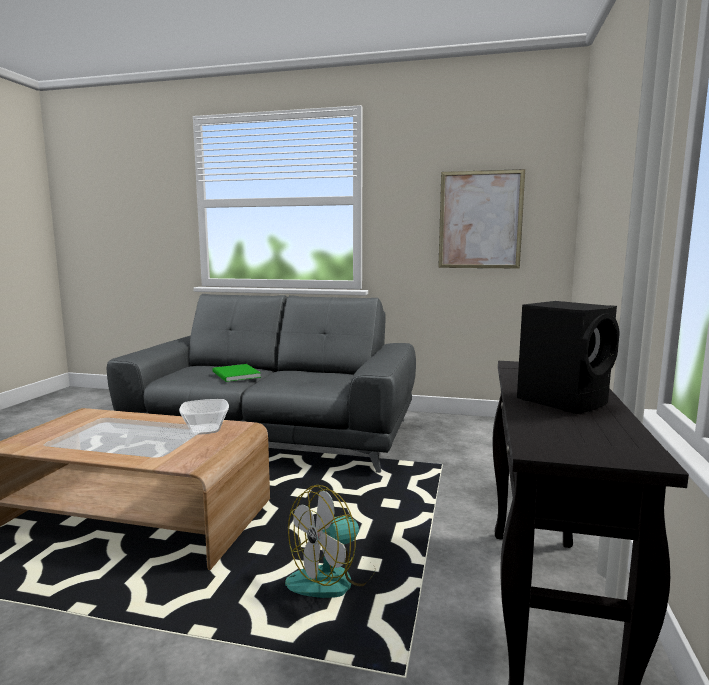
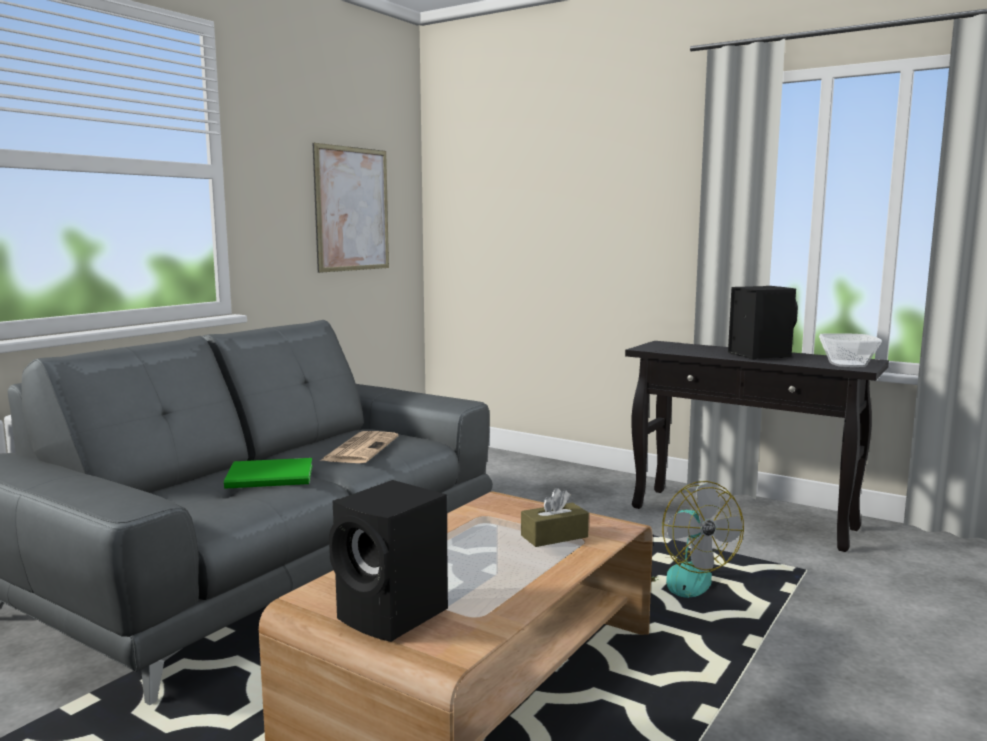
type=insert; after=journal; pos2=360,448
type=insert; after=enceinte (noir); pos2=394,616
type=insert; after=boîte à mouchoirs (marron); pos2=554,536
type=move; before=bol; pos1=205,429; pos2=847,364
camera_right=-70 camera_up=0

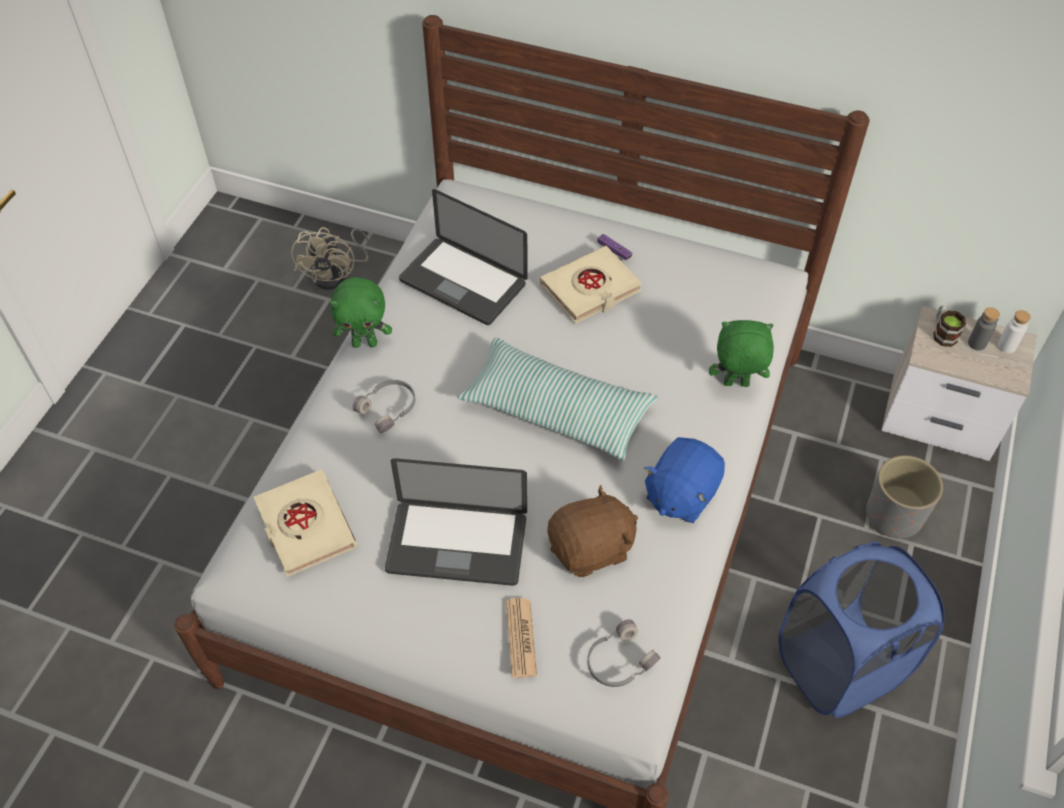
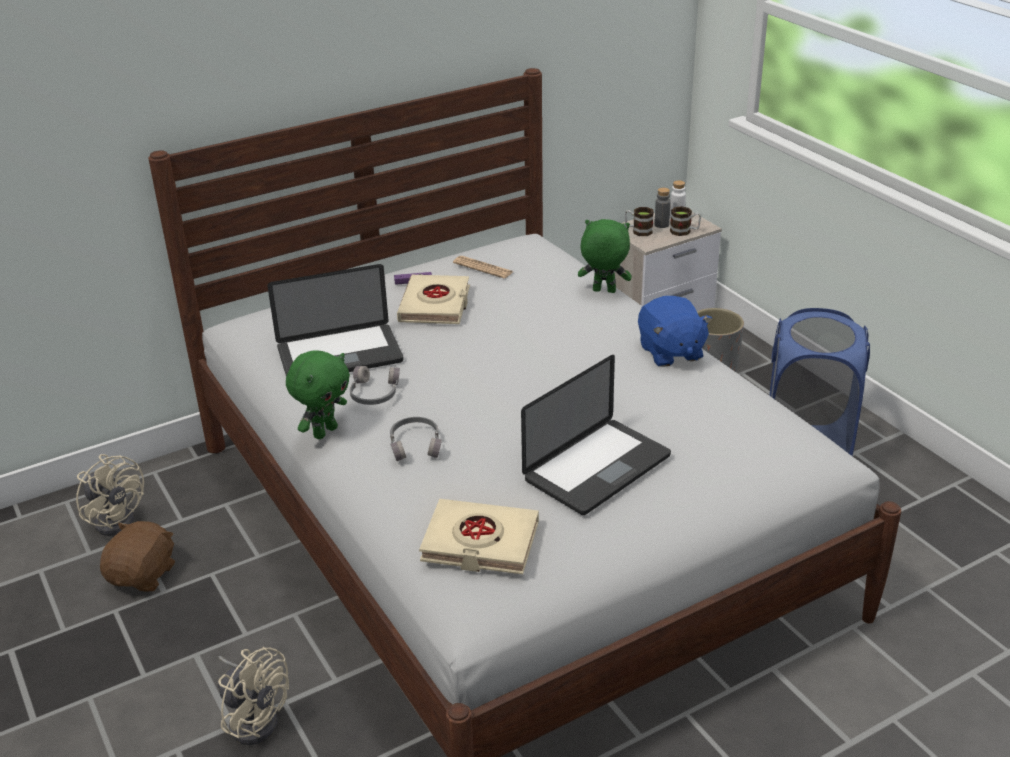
type=delete; before=coussin; pos1=556,409
type=insert; after=ventilateur (beige); pos2=254,717
type=insert; after=mug; pos2=684,231
type=move; before=journal; pos1=521,638; pos2=483,268
type=move; before=peluche (marron); pos1=591,549; pos2=144,575
type=move; before=casque audio (gris); pos1=618,660; pos2=374,394
type=rotate; before=peluche (vert); pos1=735,385; pos2=603,291; turn=60
camera_right=-50 camera_up=-20

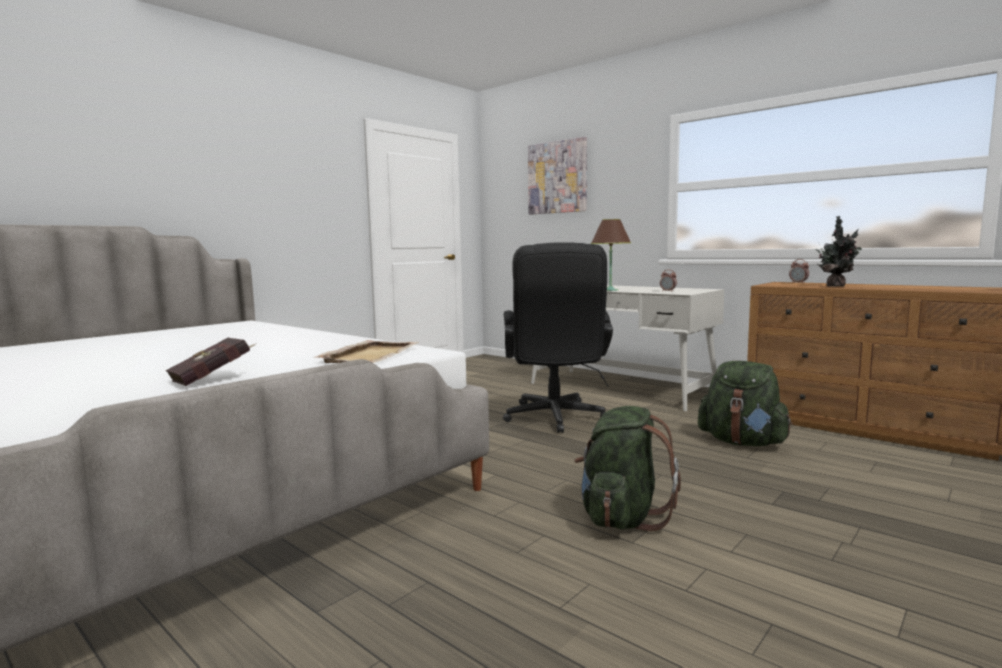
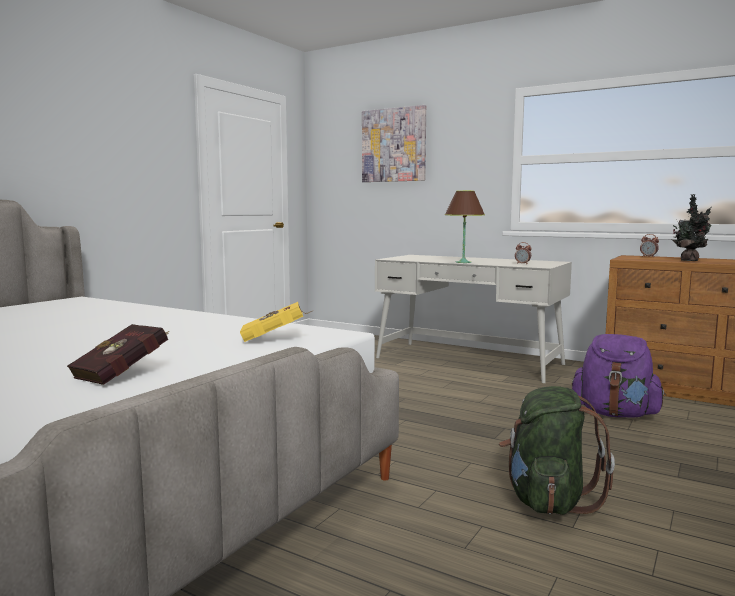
type=delete; before=chaise de bureau (noir); pos1=555,419
type=replace; before=plateau (beige); after=livre (jaune); pos1=371,355; pos2=276,339
type=recolor; before=sac à dos (vert); after=sac à dos (violet); pos1=742,442; pos2=615,414
camera_right=-10 camera_up=0

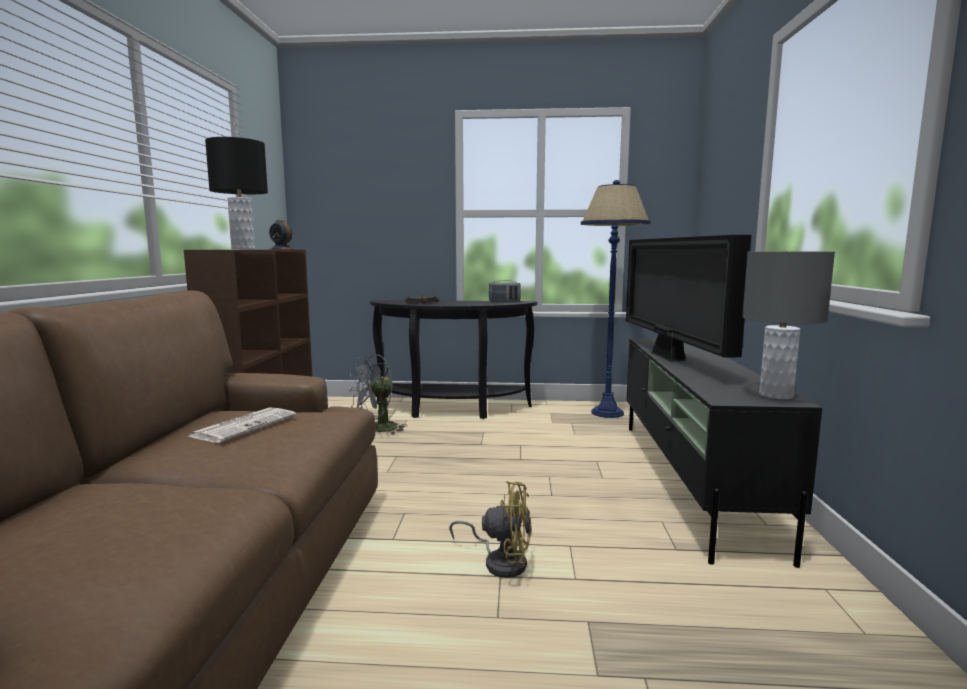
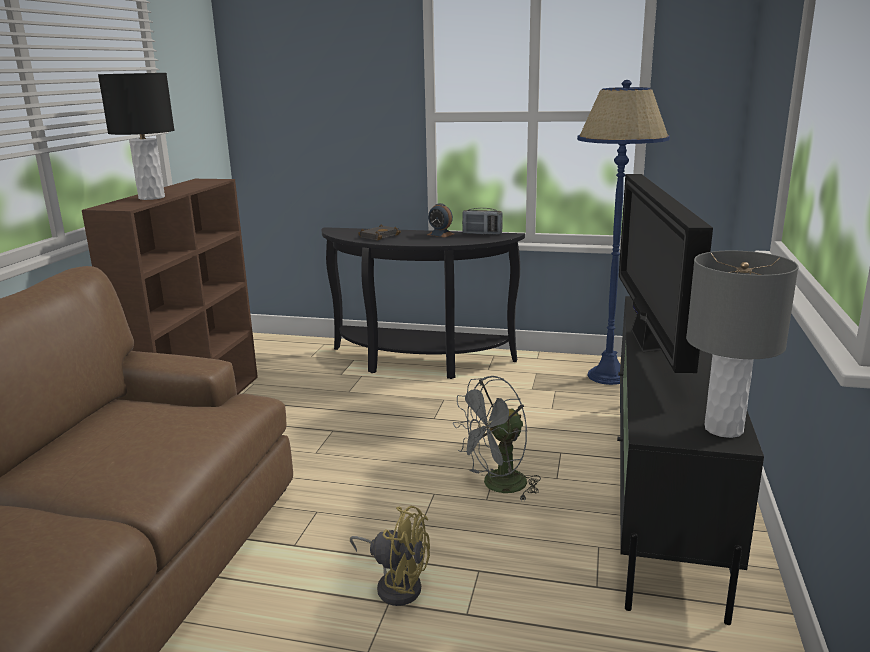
type=delete; before=journal; pos1=245,426
type=move; before=réveil; pos1=281,249; pos2=440,234
type=move; before=ventilateur (gris); pos1=377,430; pos2=497,486
camera_right=10 camera_up=10

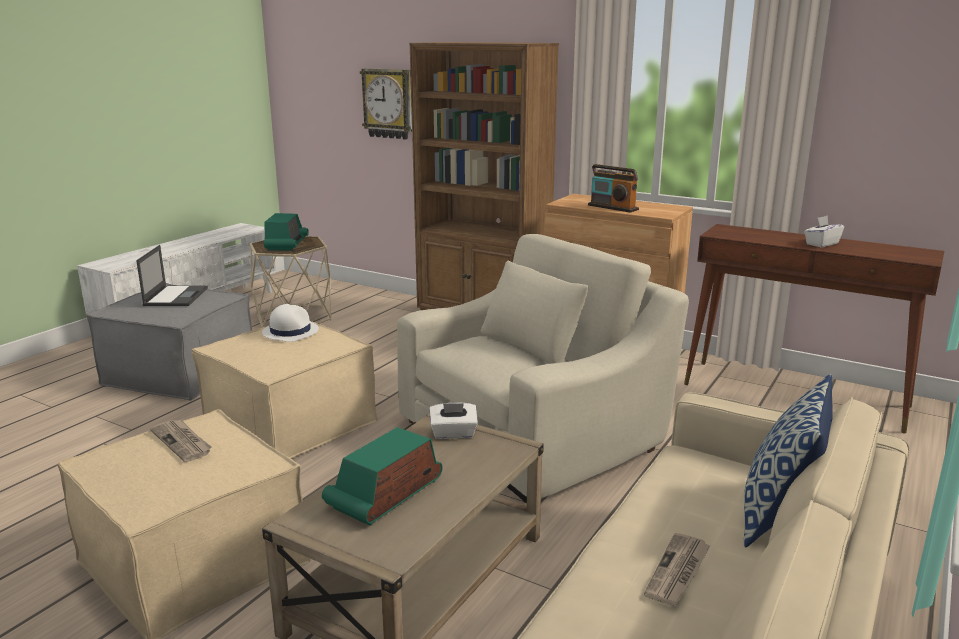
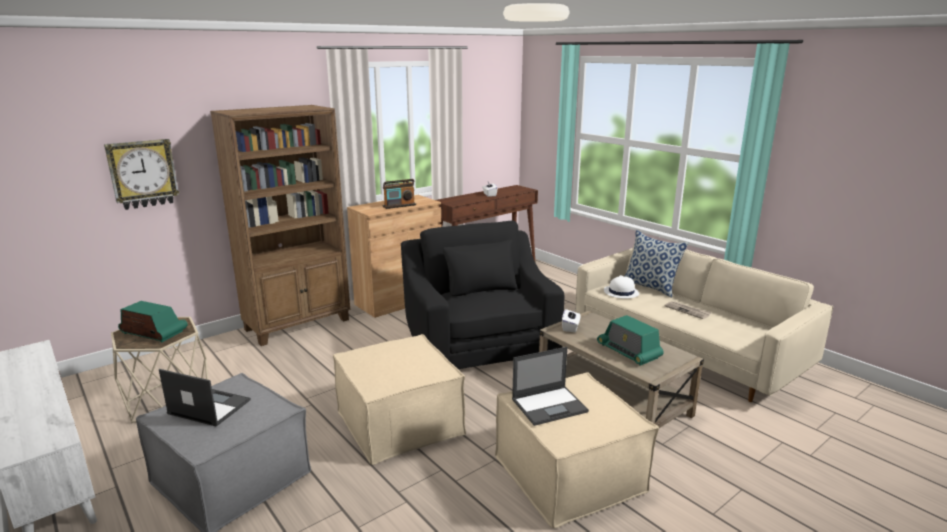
type=move; before=chapeau (blanc); pos1=290,331; pos2=621,292
type=replace; before=journal; after=ordinateur portable; pos1=182,442; pos2=550,405
type=recolor; before=fauteuil (beige); after=fauteuil (noir); pos1=533,433; pos2=479,341
camera_right=-70 camera_up=0

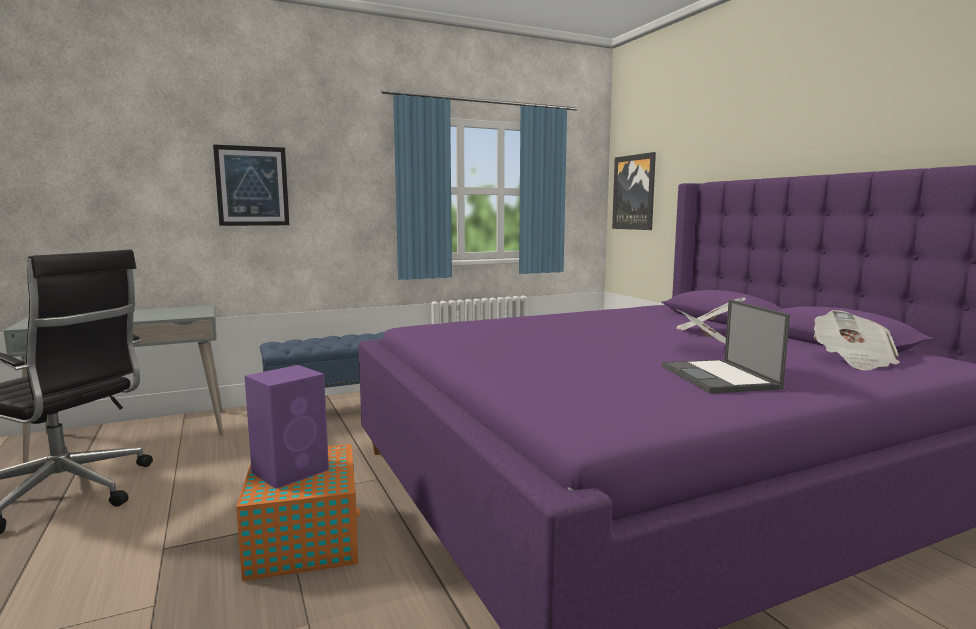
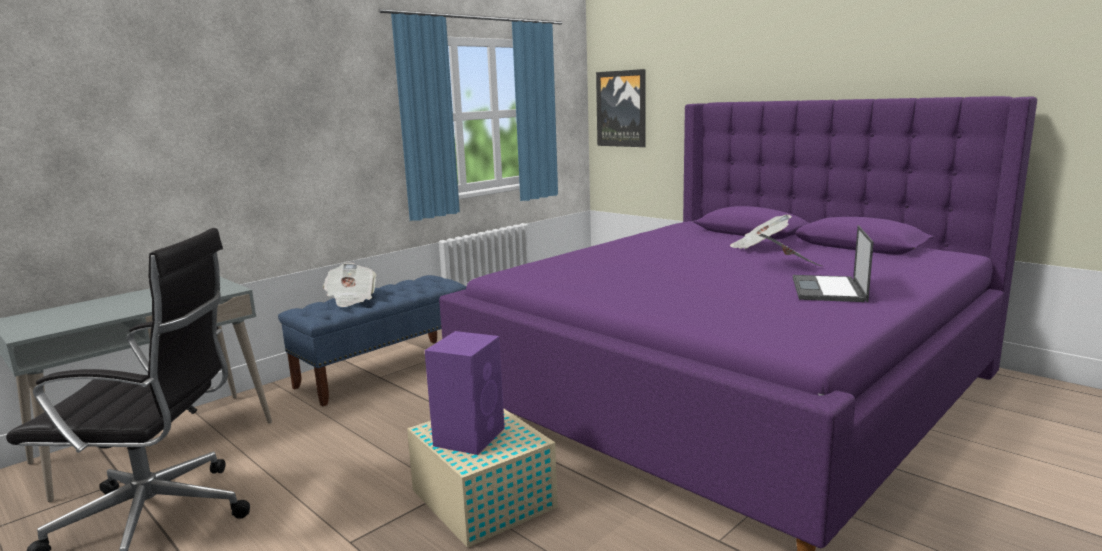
type=delete; before=tableau; pos1=252,186
type=move; before=journal; pos1=852,360; pos2=351,299
type=recolor; before=boîte de rangement (orange); after=boîte de rangement (beige); pos1=305,537; pos2=482,498
type=rotate; before=ordinateur portable; pos1=719,377; pos2=828,290; turn=45
camera_right=-20 camera_up=5

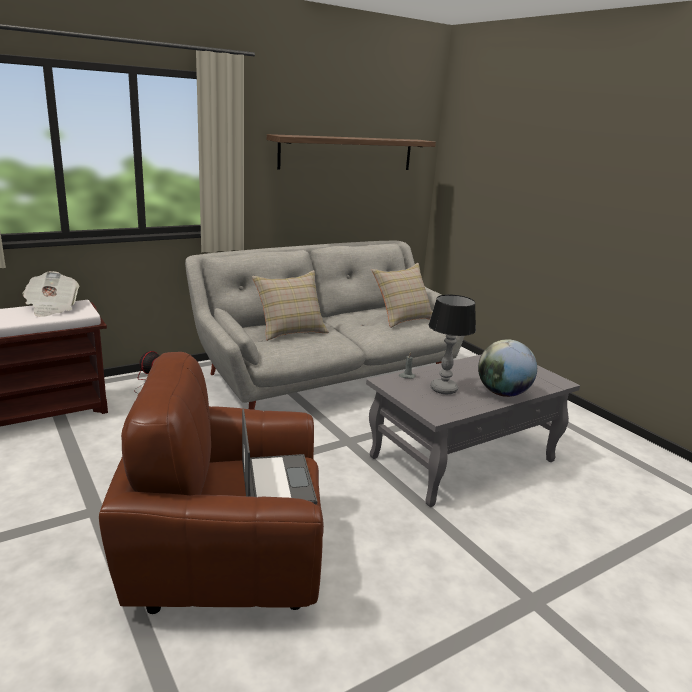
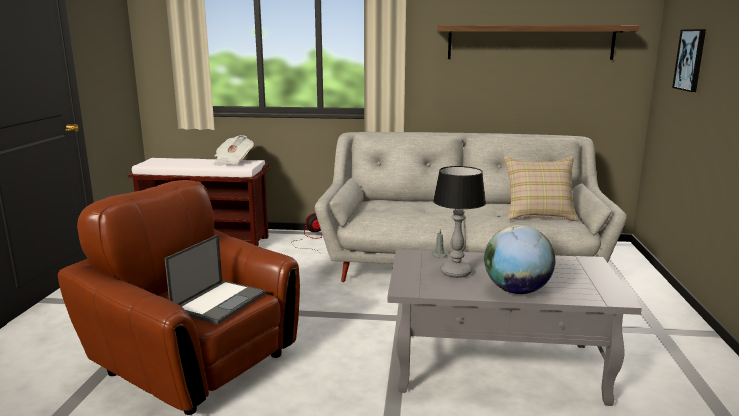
type=delete; before=coussin (beige); pos1=290,331
type=insert; after=tableau; pos2=690,60
camera_right=40 camera_up=-5

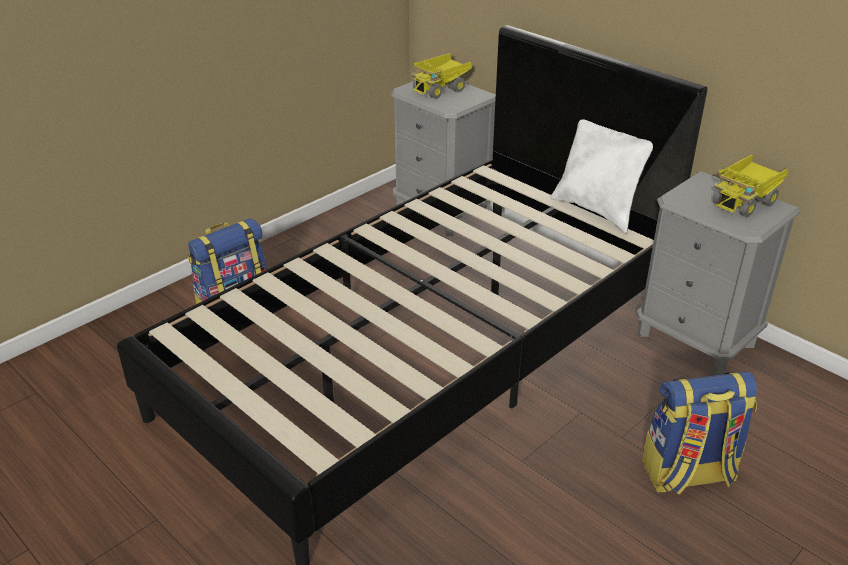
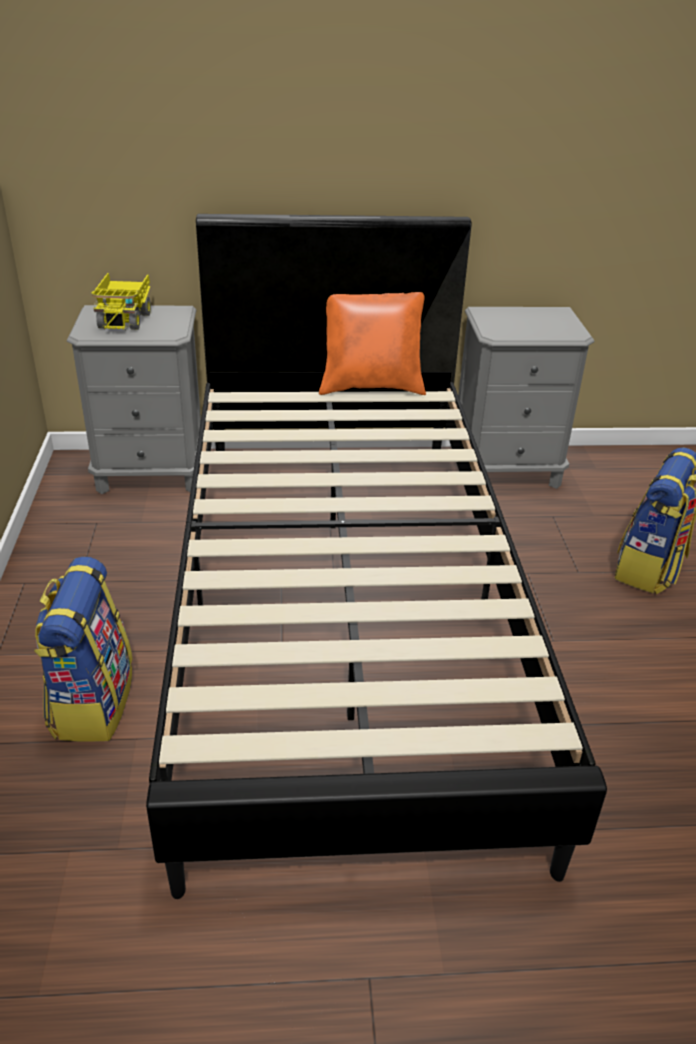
type=delete; before=camion jouet; pos1=745,202
type=recolor; before=coussin (blanc); after=coussin (orange); pos1=597,210; pos2=371,387
camera_right=-50 camera_up=0

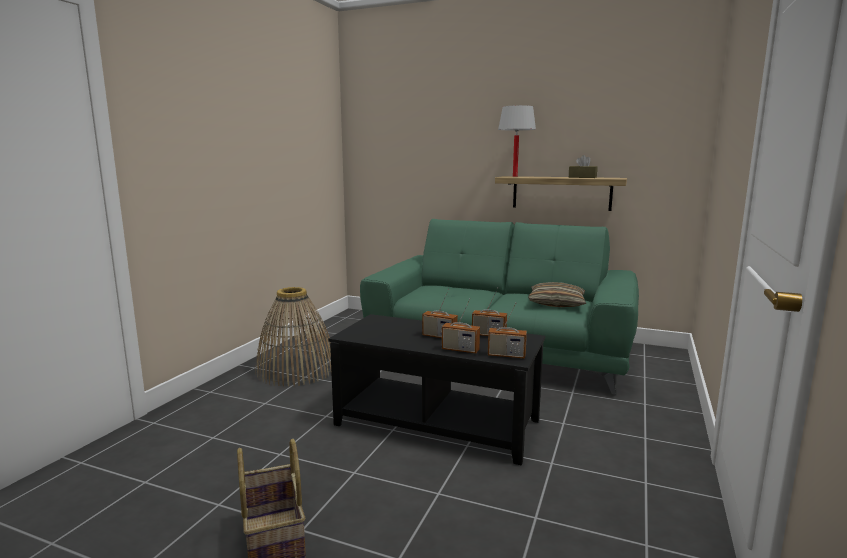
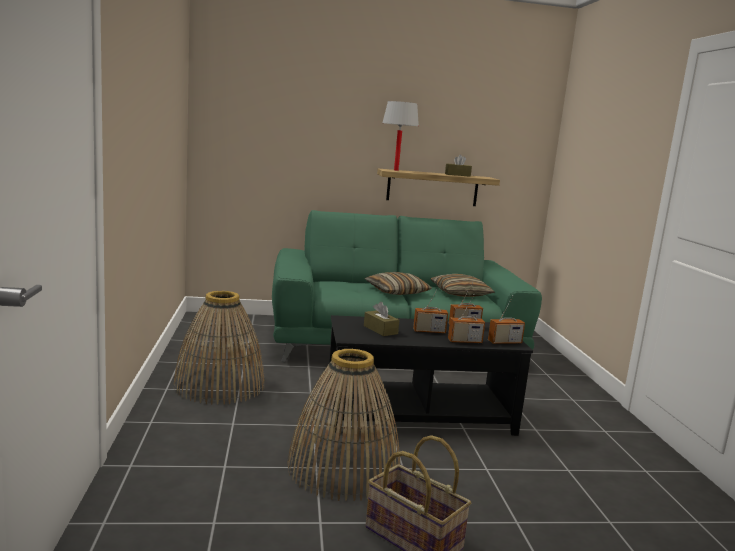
type=insert; after=panier; pos2=343,468
type=insert; after=boîte à mouchoirs (marron); pos2=380,330
type=insert; after=coussin; pos2=397,292
camera_right=-30 camera_up=0

